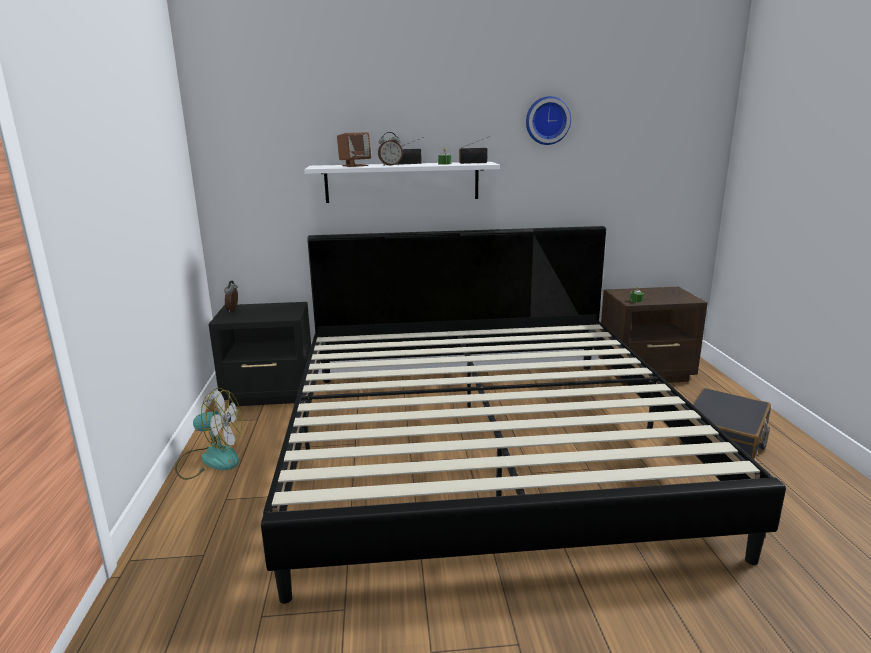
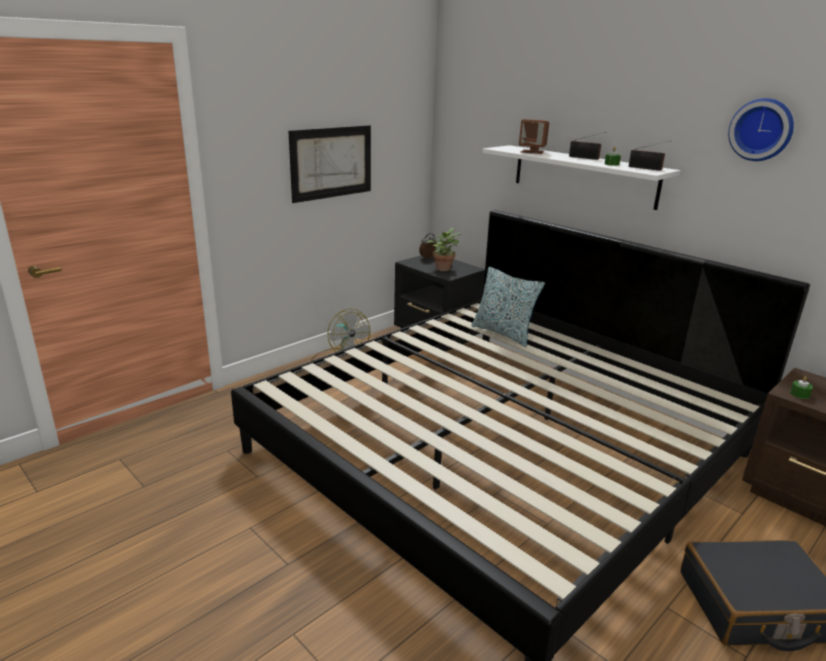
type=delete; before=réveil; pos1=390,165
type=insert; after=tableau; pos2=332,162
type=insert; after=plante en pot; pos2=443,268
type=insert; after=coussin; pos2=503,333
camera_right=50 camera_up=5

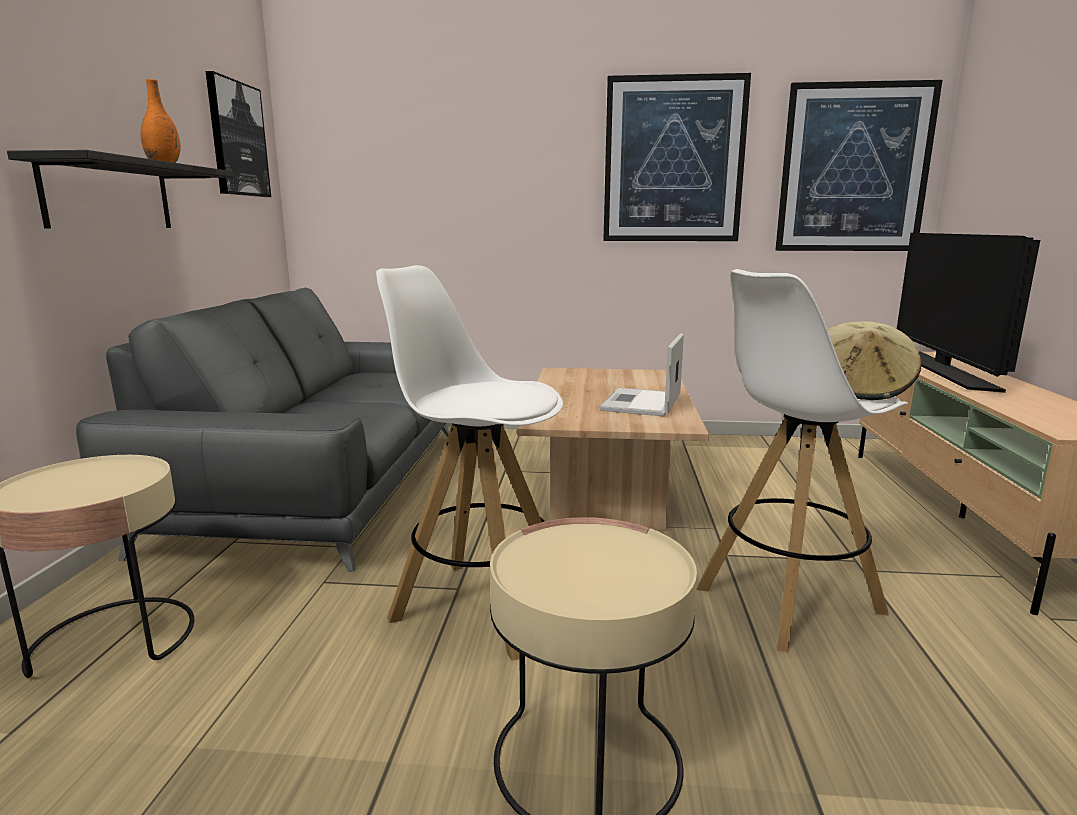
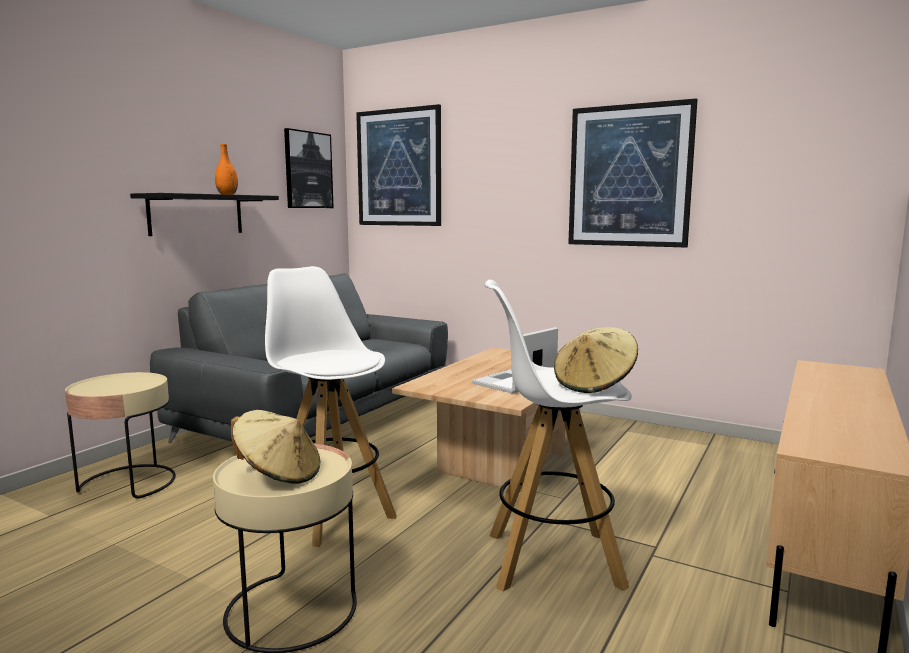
type=delete; before=téléviseur; pos1=943,370
type=insert; after=chapeau (beige); pos2=278,474
type=move; before=tableau; pos1=854,169; pos2=398,168
camera_right=25 camera_up=-5

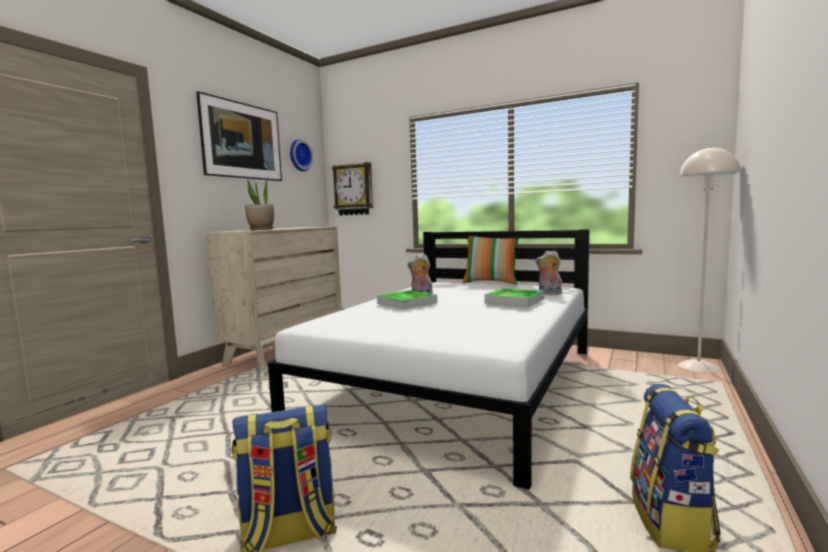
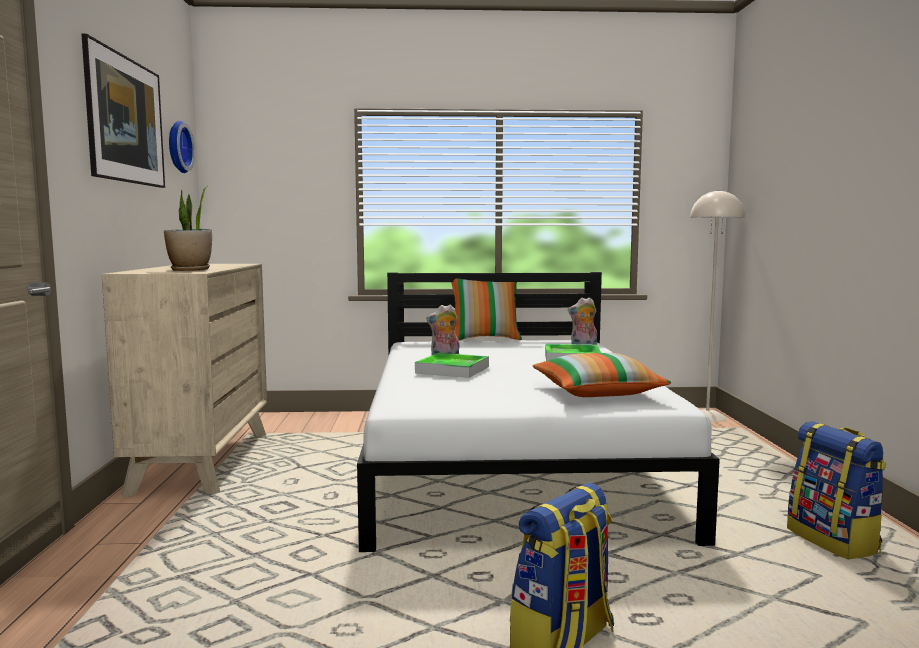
type=delete; before=horloge murale; pos1=354,189
type=insert; after=coussin; pos2=597,393
camera_right=-30 camera_up=0

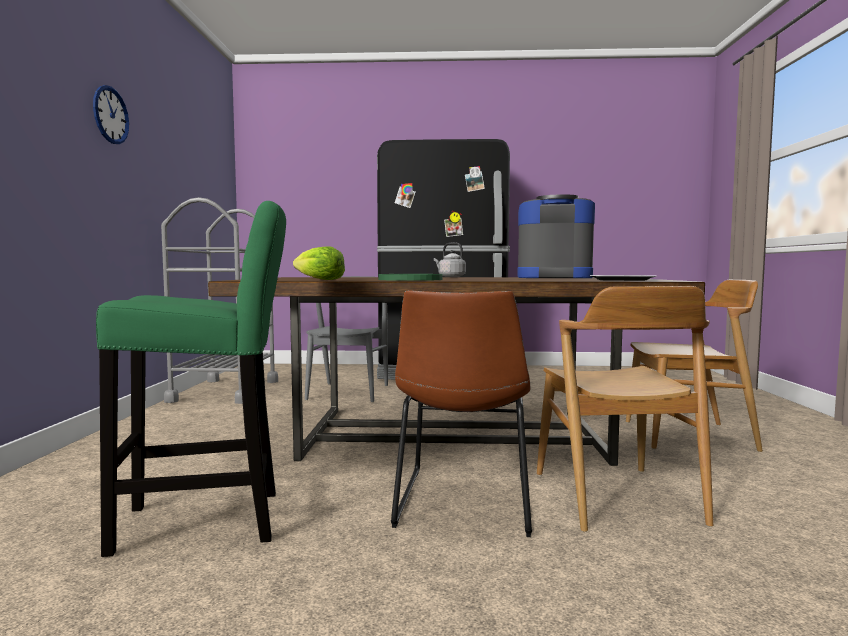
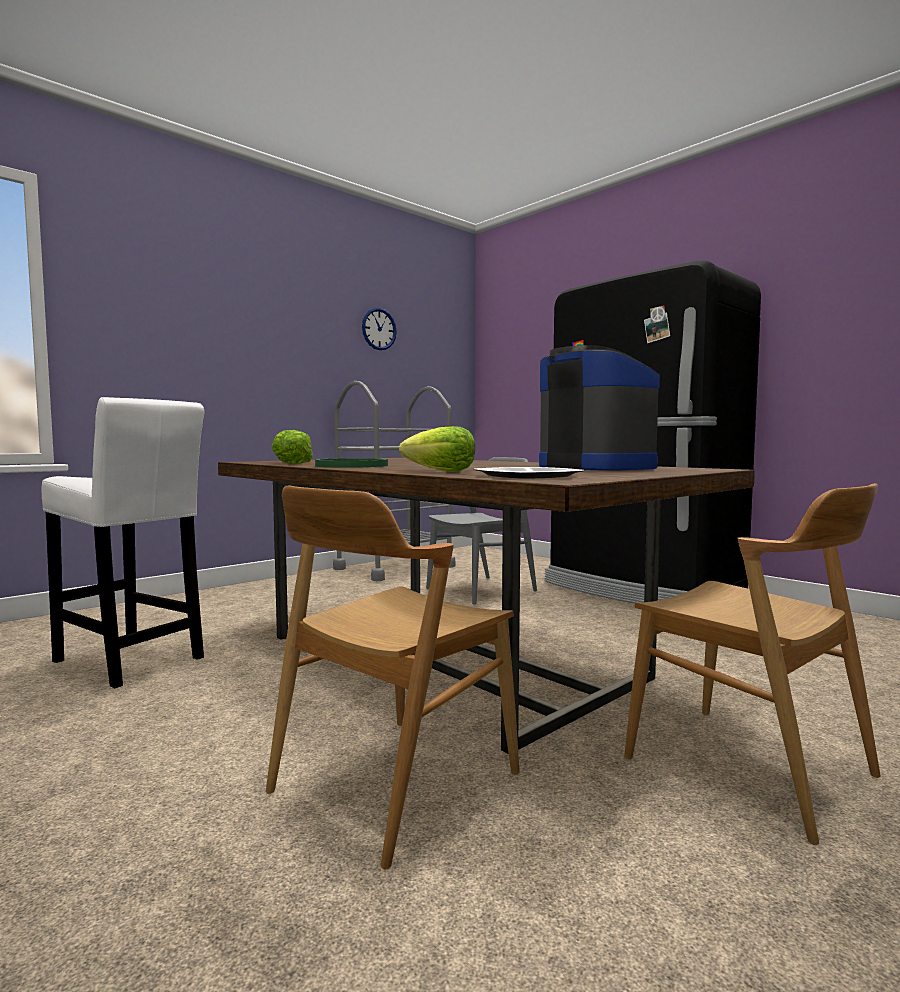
type=delete; before=chaise (marron); pos1=464,503
type=delete; before=bouilloire (gris); pos1=450,277
type=insert; after=laitue; pos2=441,471
type=move; before=horloge murale; pos1=110,115; pos2=379,329
type=recolor; before=tabouret (vert); after=tabouret (blanc); pos1=210,522; pos2=131,662
camera_right=45 camera_up=0

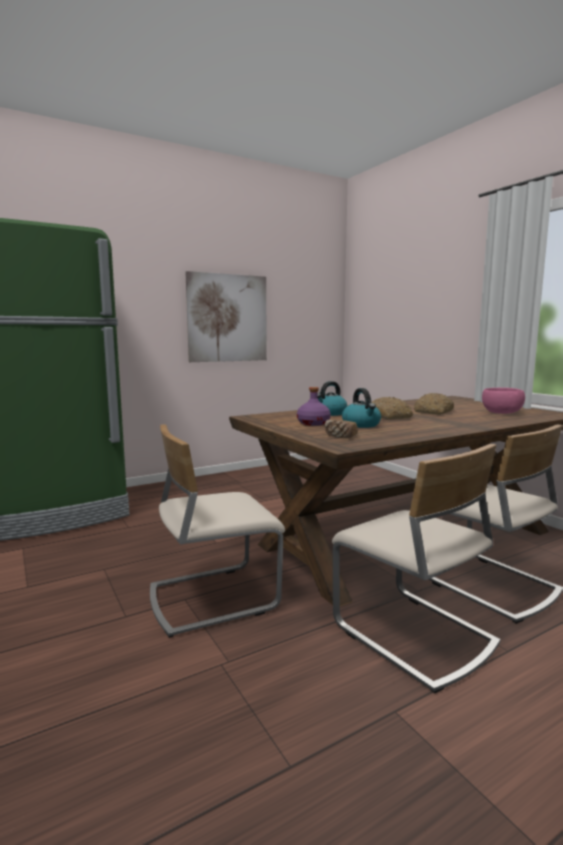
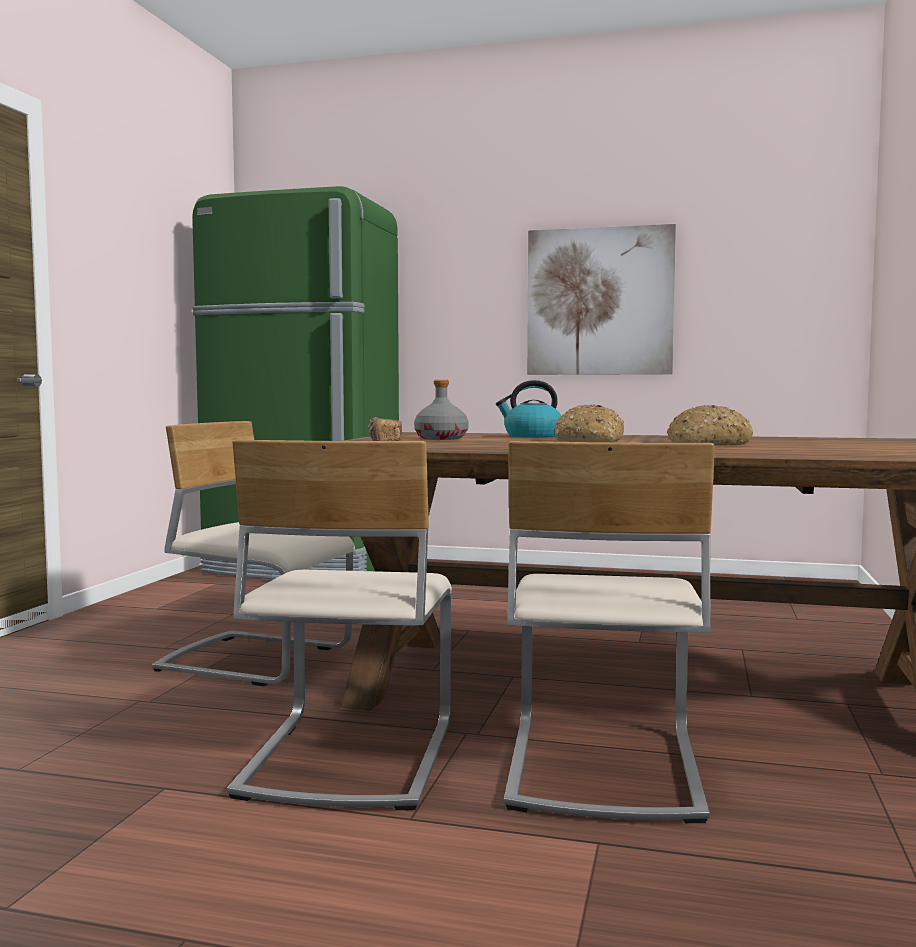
type=delete; before=bouilloire; pos1=361,425
type=delete; before=bol (rose); pos1=502,413
type=recolor; before=bouteille (violet); after=bouteille (gris); pos1=313,423; pos2=441,438
camera_right=45 camera_up=-5

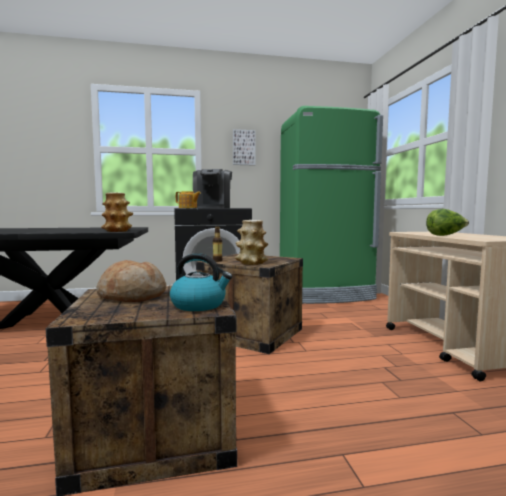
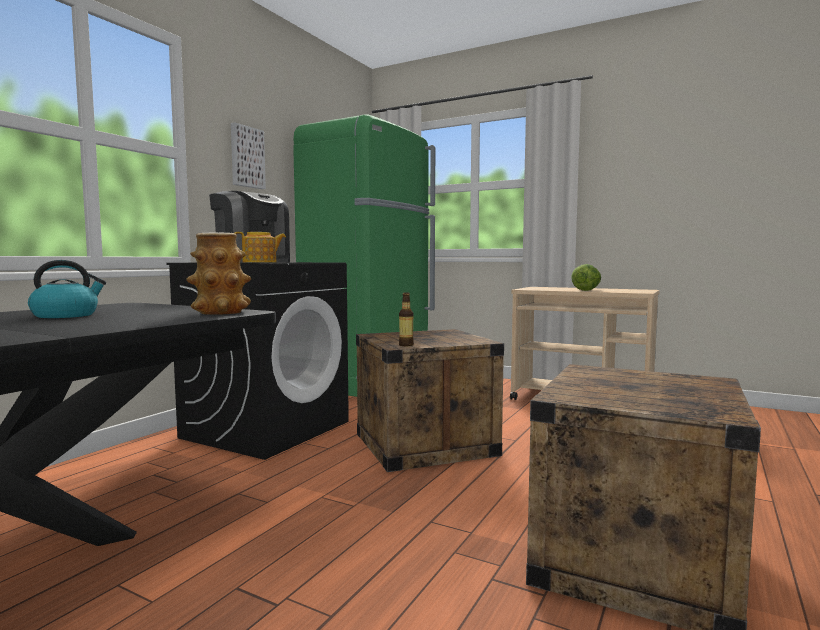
type=delete; before=pain; pos1=132,296
type=delete; before=vase; pos1=251,263
type=move; before=bouilloire; pos1=199,305; pos2=66,315
camera_right=-50 camera_up=0

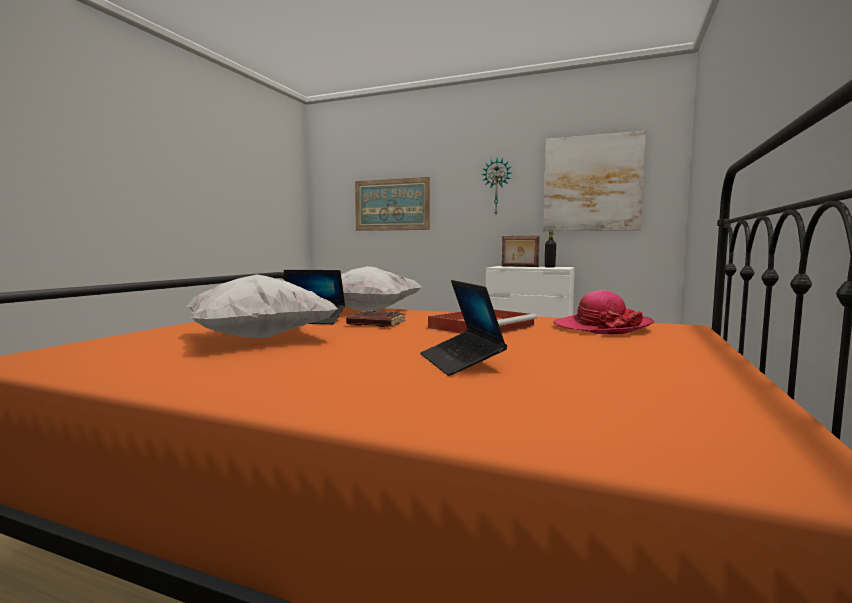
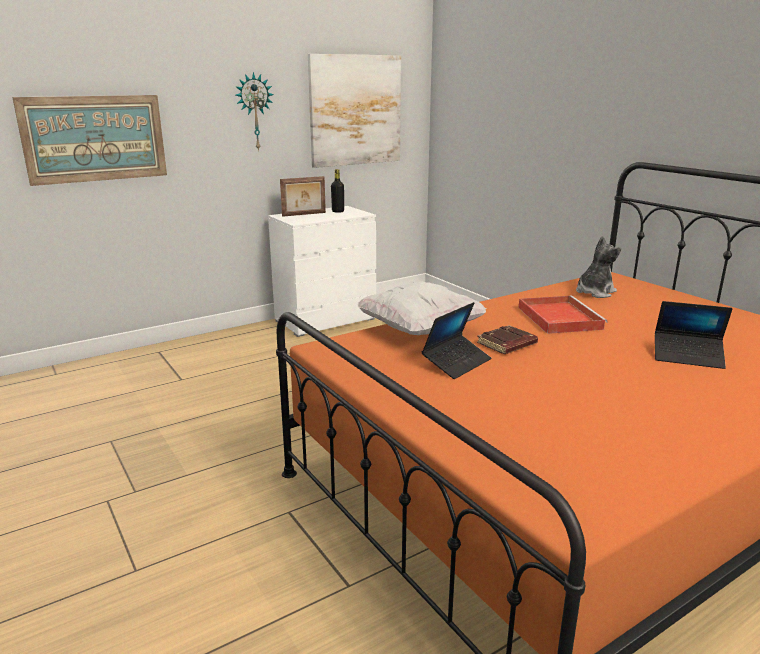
type=delete; before=coussin (blanc); pos1=260,338
type=replace; before=chapeau; after=peluche; pos1=601,327; pos2=594,292
camera_right=-55 camera_up=15

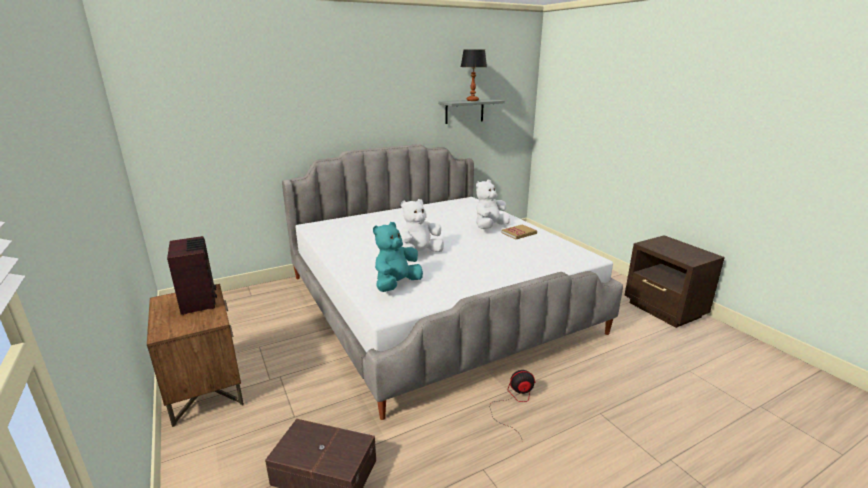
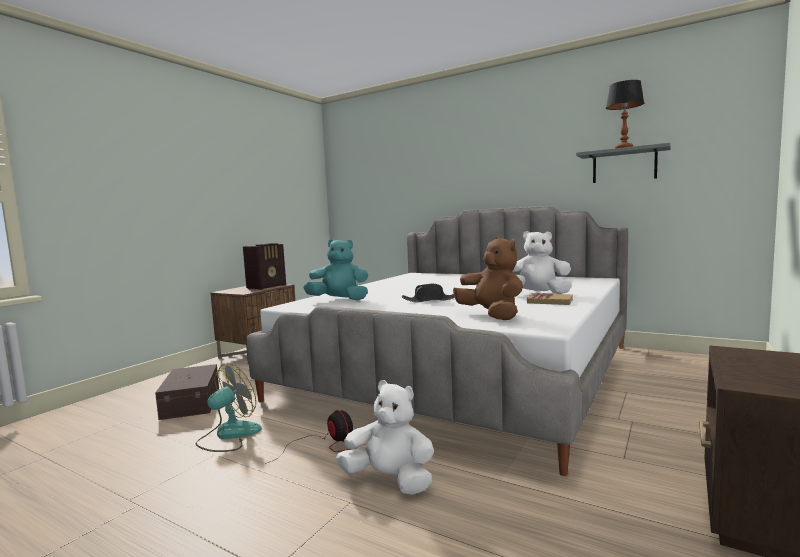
type=insert; after=ventilateur; pos2=228,435
type=insert; after=chapeau (noir); pos2=429,300
type=insert; after=peluche (marron); pos2=492,316
type=move; before=peluche (blanc); pos1=419,254; pos2=390,480
camera_right=60 camera_up=-15

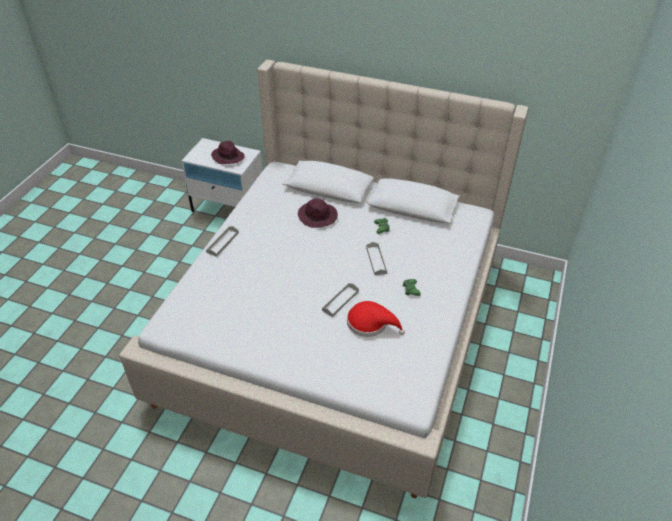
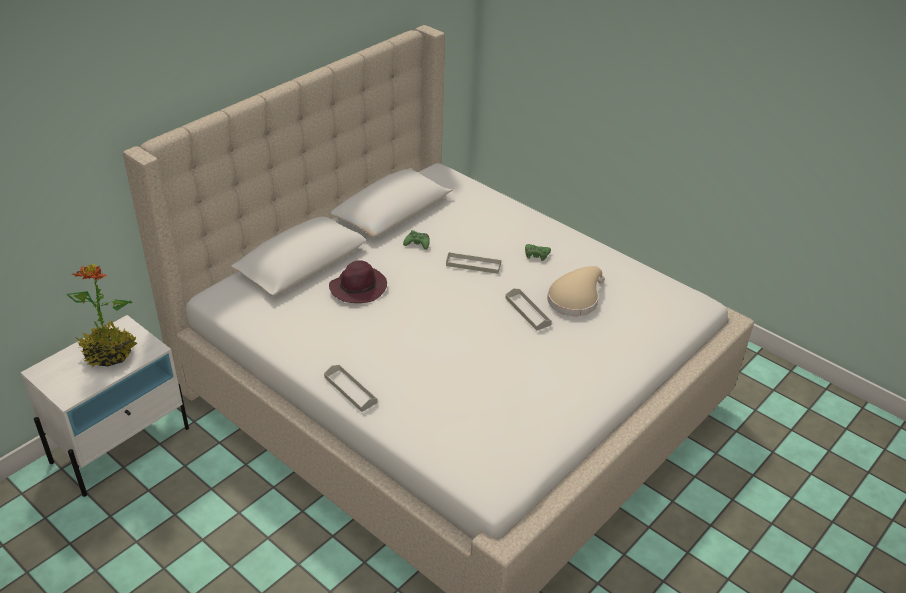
type=replace; before=chapeau (violet); after=plante en pot; pos1=228,157; pos2=109,353
type=recolor; before=chapeau (rouge); after=chapeau (beige); pos1=370,323; pos2=575,299
camera_right=-70 camera_up=-5

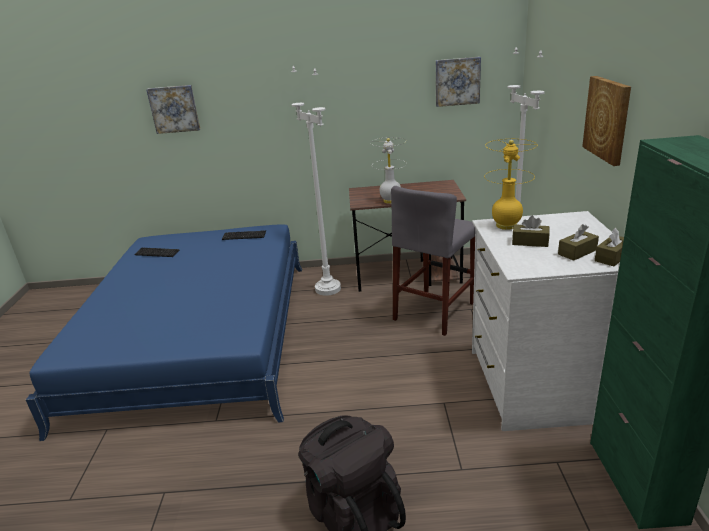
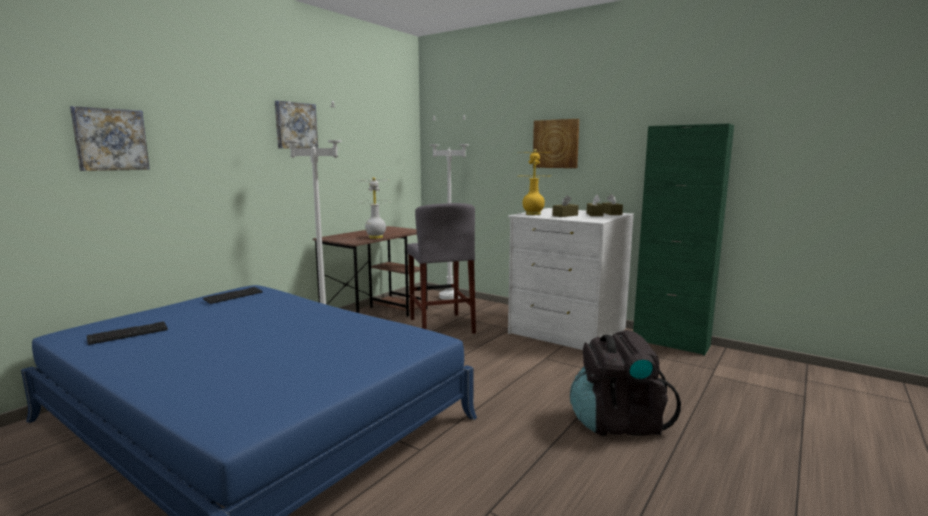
type=move; before=tableau; pos1=457,81; pos2=295,125
camera_right=-55 camera_up=-15

